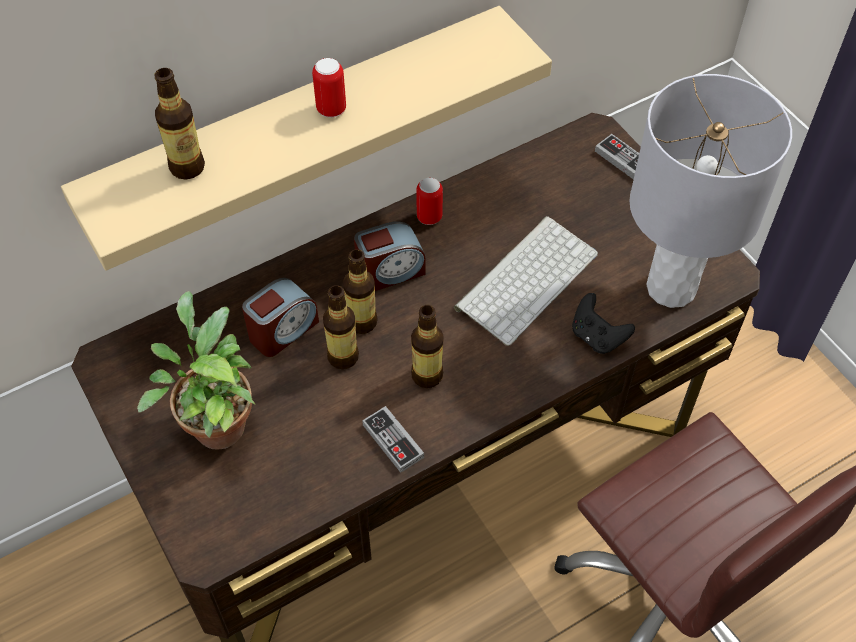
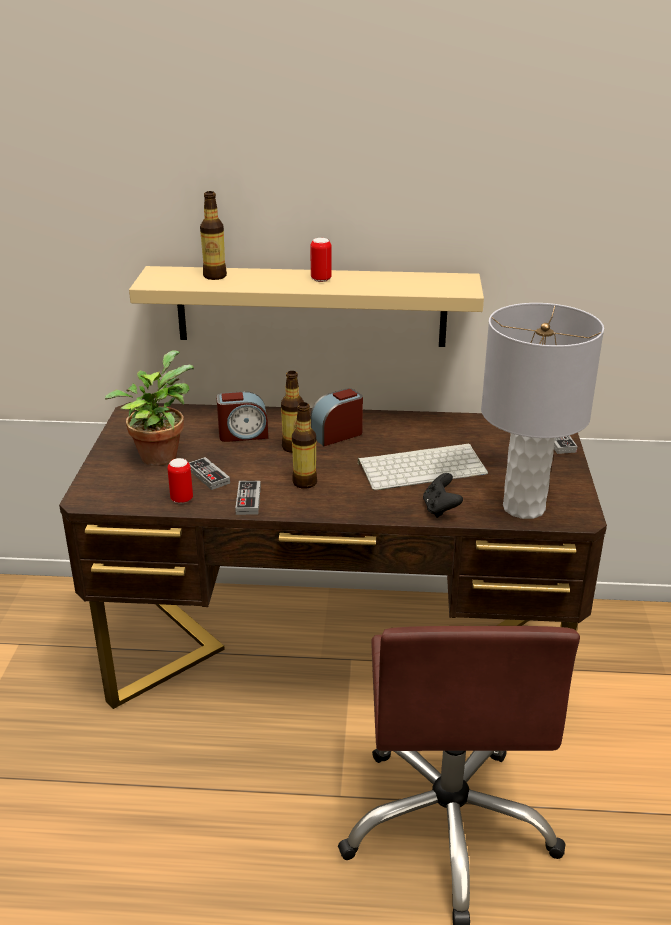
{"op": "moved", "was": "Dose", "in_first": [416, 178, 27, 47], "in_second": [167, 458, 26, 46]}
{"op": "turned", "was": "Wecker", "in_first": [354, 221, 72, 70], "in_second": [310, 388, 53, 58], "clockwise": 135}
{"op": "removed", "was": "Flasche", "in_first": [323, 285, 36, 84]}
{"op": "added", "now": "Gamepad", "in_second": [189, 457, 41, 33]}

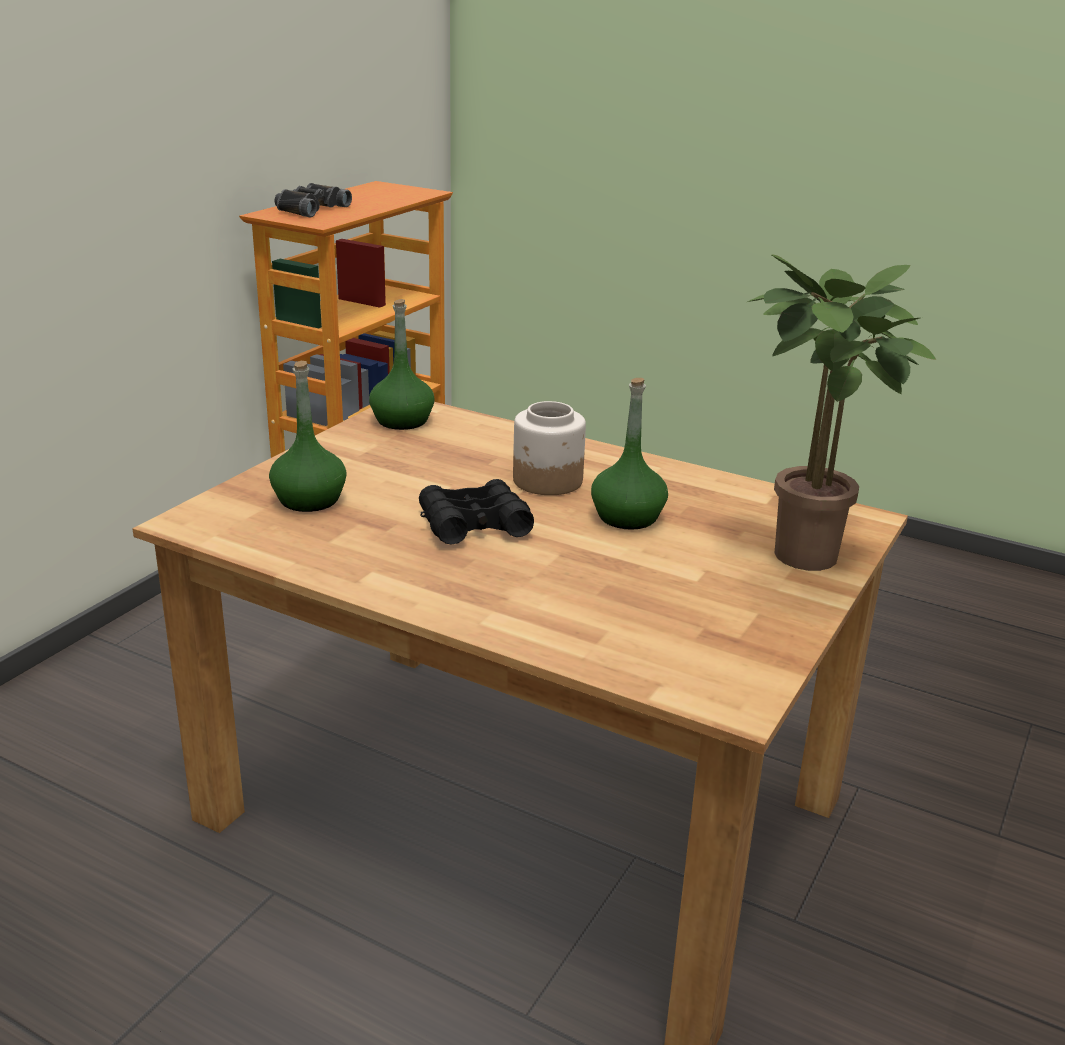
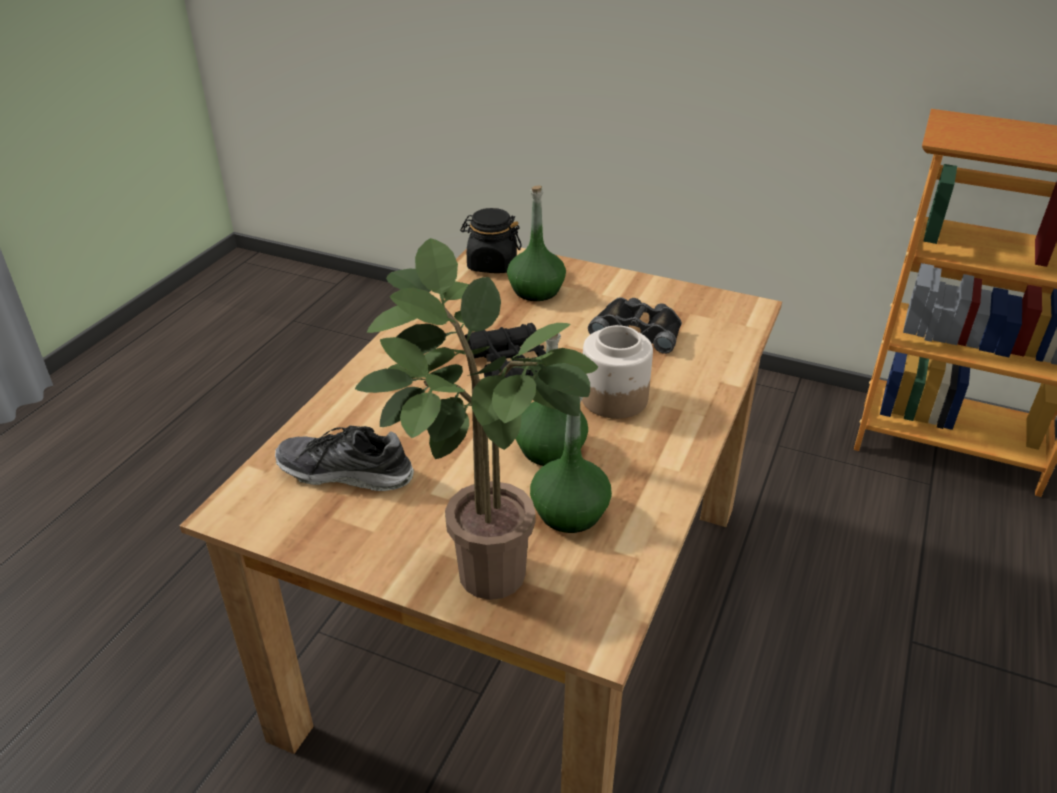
{"op": "moved", "was": "Fernglas [schwarz]", "in_first": [275, 183, 77, 34], "in_second": [588, 297, 94, 57]}
{"op": "moved", "was": "Flasche [grün]", "in_first": [369, 299, 66, 131], "in_second": [530, 397, 82, 136]}
{"op": "added", "now": "Vorratsglas [schwarz]", "in_second": [460, 208, 62, 65]}
{"op": "added", "now": "Schuh", "in_second": [275, 425, 139, 66]}

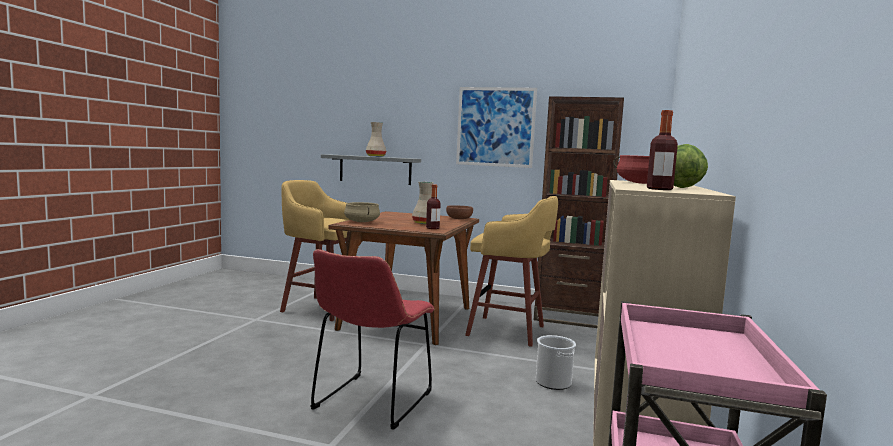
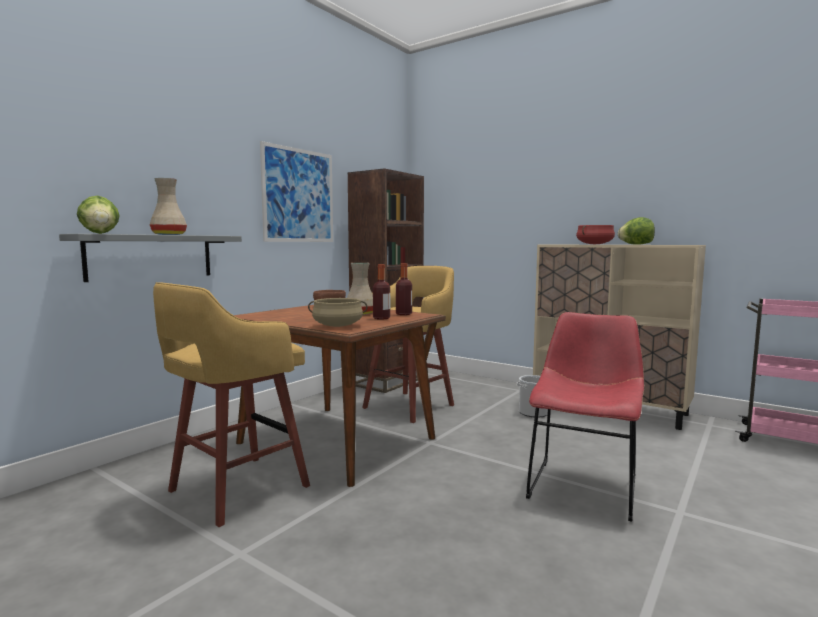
{"op": "moved", "was": "Flasche", "in_first": [647, 110, 31, 80], "in_second": [373, 264, 17, 56]}
{"op": "turned", "was": "Stuhl [rot]", "in_first": [310, 249, 124, 181], "in_second": [526, 312, 118, 210], "clockwise": -105}
{"op": "added", "now": "Salatkopf", "in_second": [77, 196, 43, 38]}

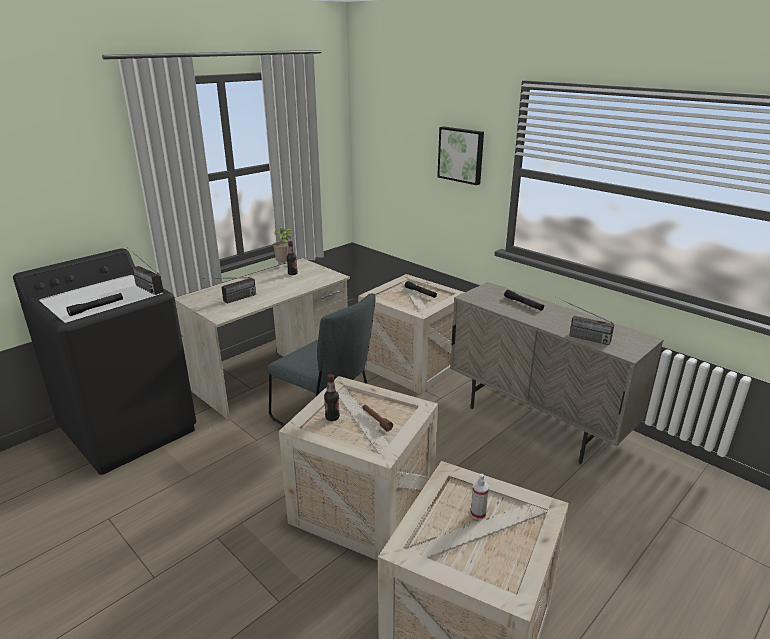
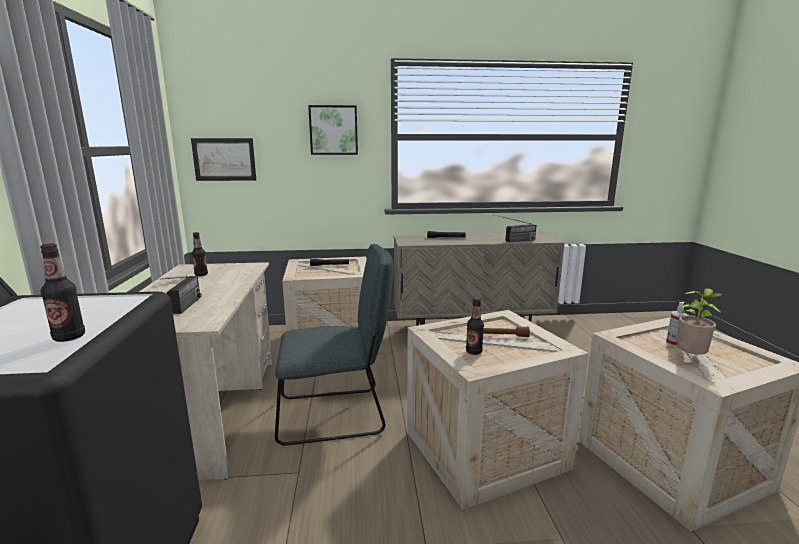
{"op": "moved", "was": "Topfpflanze", "in_first": [273, 227, 20, 37], "in_second": [676, 288, 47, 66]}
{"op": "removed", "was": "Radio", "in_first": [127, 247, 36, 48]}
{"op": "replaced", "was": "Taschenlampe [schwarz]", "now": "Flasche", "in_first": [66, 293, 57, 23], "in_second": [40, 243, 45, 99]}
{"op": "added", "now": "Bild", "in_second": [191, 138, 65, 43]}

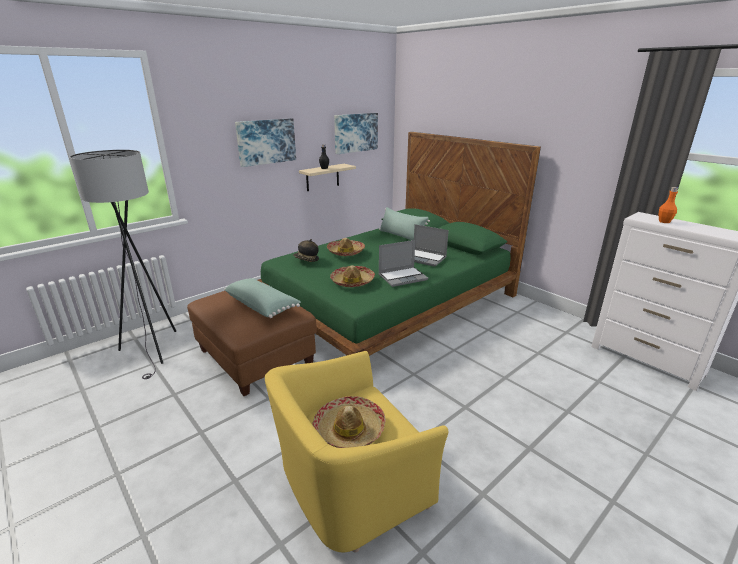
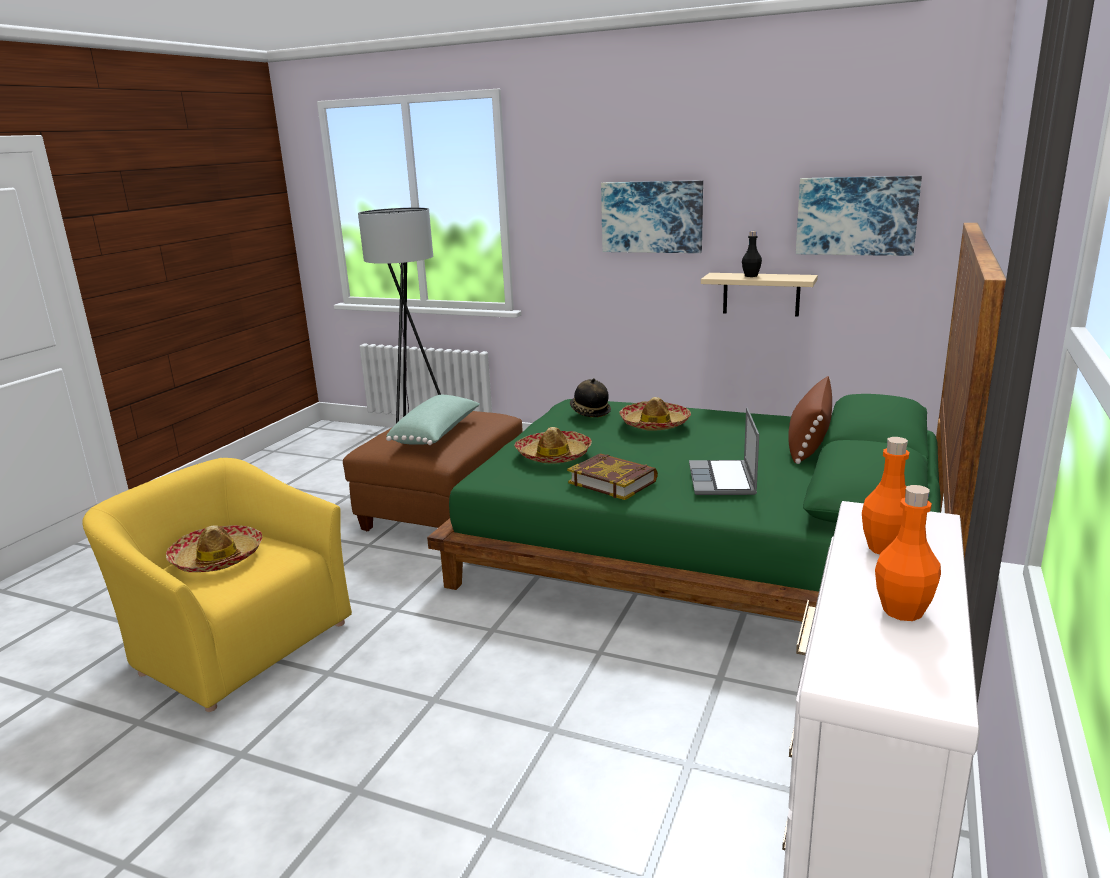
{"op": "recoloured", "was": "Kissen [grün]", "now": "Kissen [braun]", "in_first": [379, 207, 51, 33], "in_second": [788, 376, 44, 88]}
{"op": "replaced", "was": "Laptop", "now": "Buch", "in_first": [379, 240, 49, 47], "in_second": [567, 453, 91, 47]}
{"op": "added", "now": "Flasche [orange]", "in_second": [875, 485, 66, 136]}

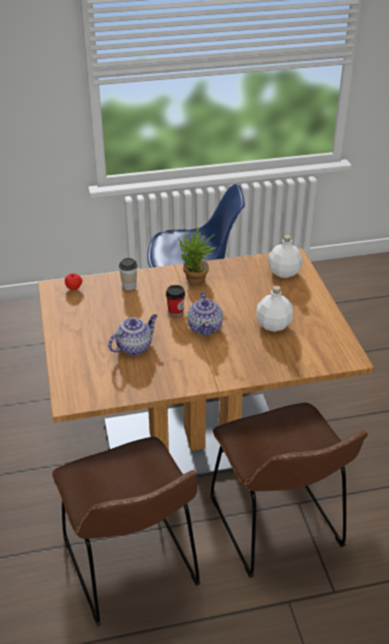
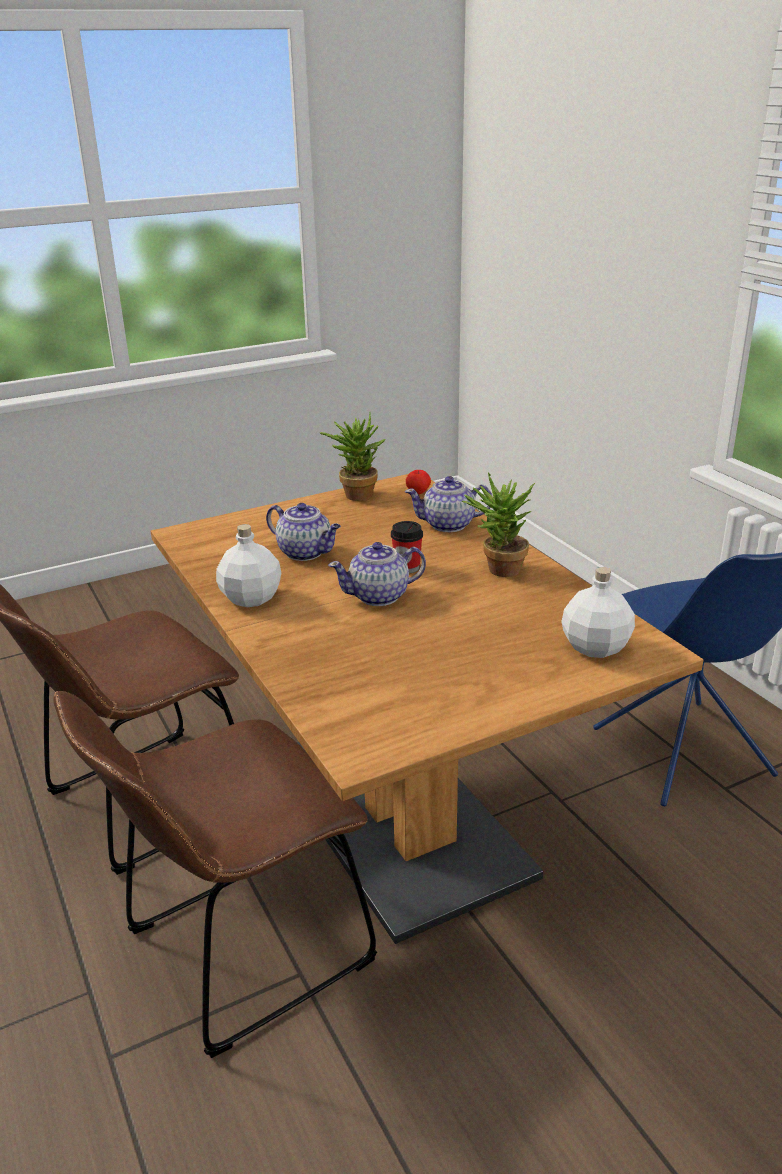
{"op": "replaced", "was": "Tasse", "now": "Teekanne", "in_first": [119, 258, 18, 32], "in_second": [405, 476, 87, 56]}
{"op": "moved", "was": "Flasche [weiß]", "in_first": [256, 286, 37, 46], "in_second": [216, 524, 65, 83]}
{"op": "added", "now": "Topfpflanze", "in_second": [320, 413, 65, 88]}

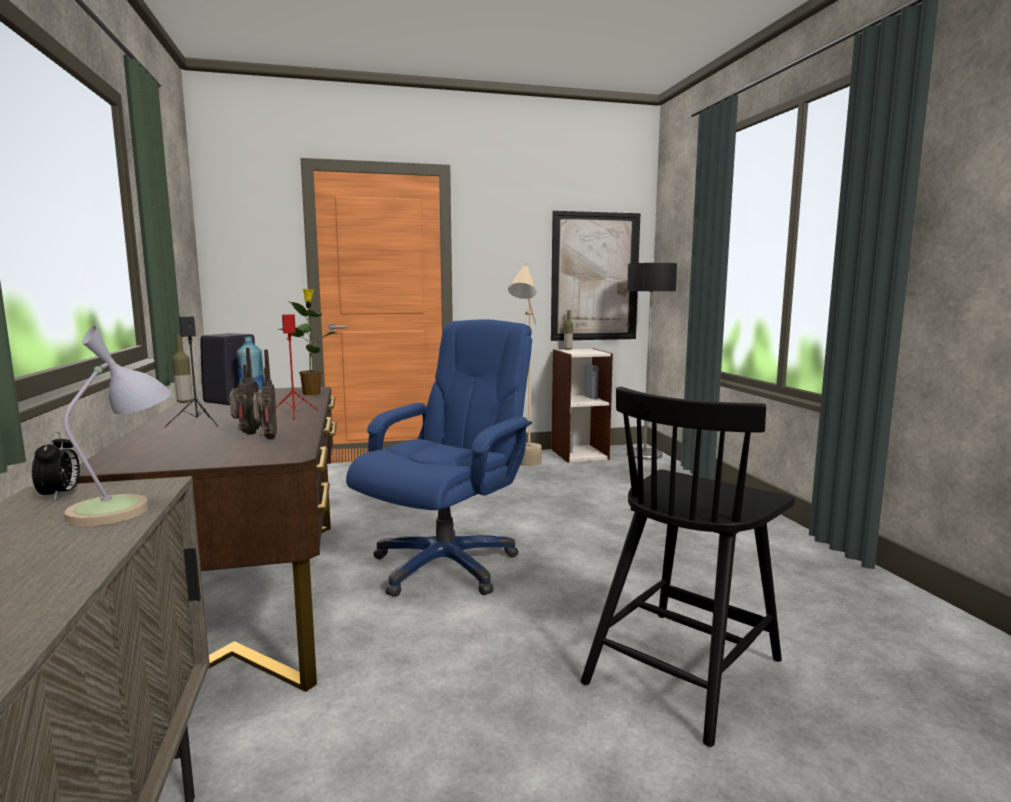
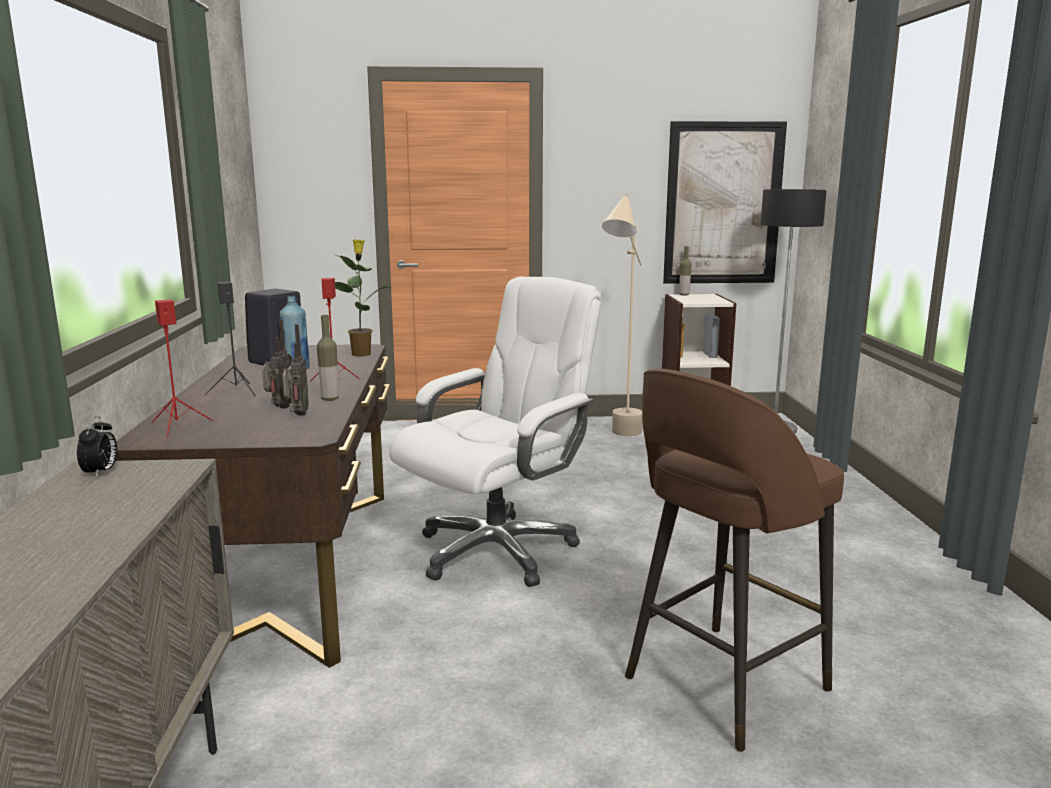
{"op": "recoloured", "was": "Bürostuhl [blau]", "now": "Bürostuhl [weiß]", "in_first": [346, 319, 186, 278], "in_second": [389, 277, 212, 310]}
{"op": "removed", "was": "Tischlampe", "in_first": [64, 325, 107, 201]}
{"op": "moved", "was": "Flasche", "in_first": [172, 335, 20, 68], "in_second": [317, 315, 22, 86]}
{"op": "replaced", "was": "Stuhl [schwarz]", "now": "Hocker [braun]", "in_first": [581, 387, 214, 360], "in_second": [625, 369, 219, 383]}
{"op": "added", "now": "Lautsprecher [rot]", "in_second": [151, 300, 62, 138]}

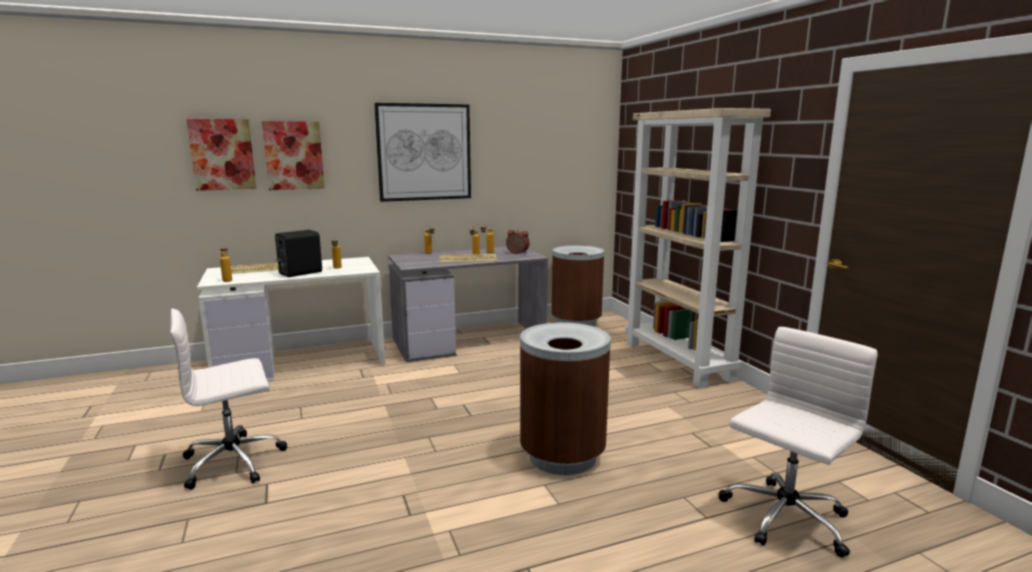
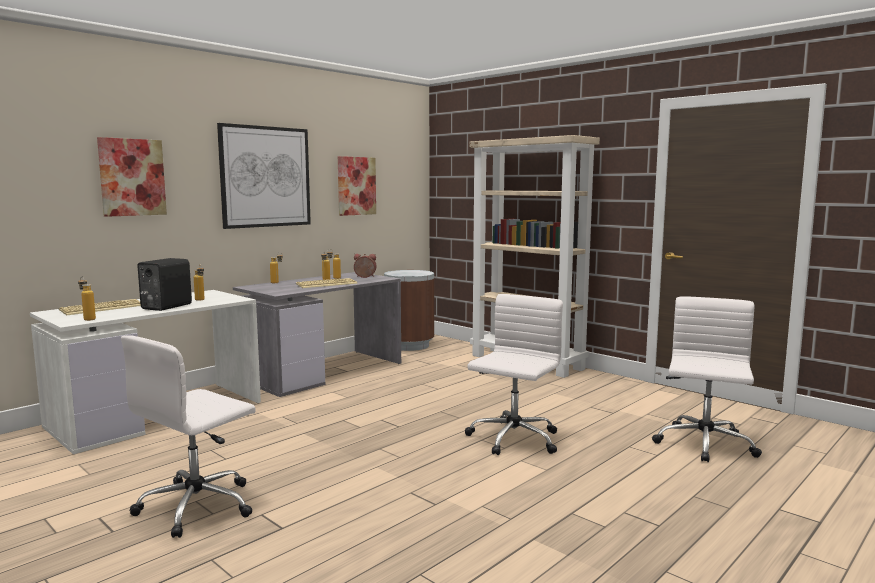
{"op": "moved", "was": "Bild", "in_first": [187, 119, 69, 72], "in_second": [338, 156, 38, 60]}
{"op": "replaced", "was": "Mülleimer [braun]", "now": "Bürostuhl [weiß]", "in_first": [520, 322, 91, 153], "in_second": [465, 294, 98, 161]}

